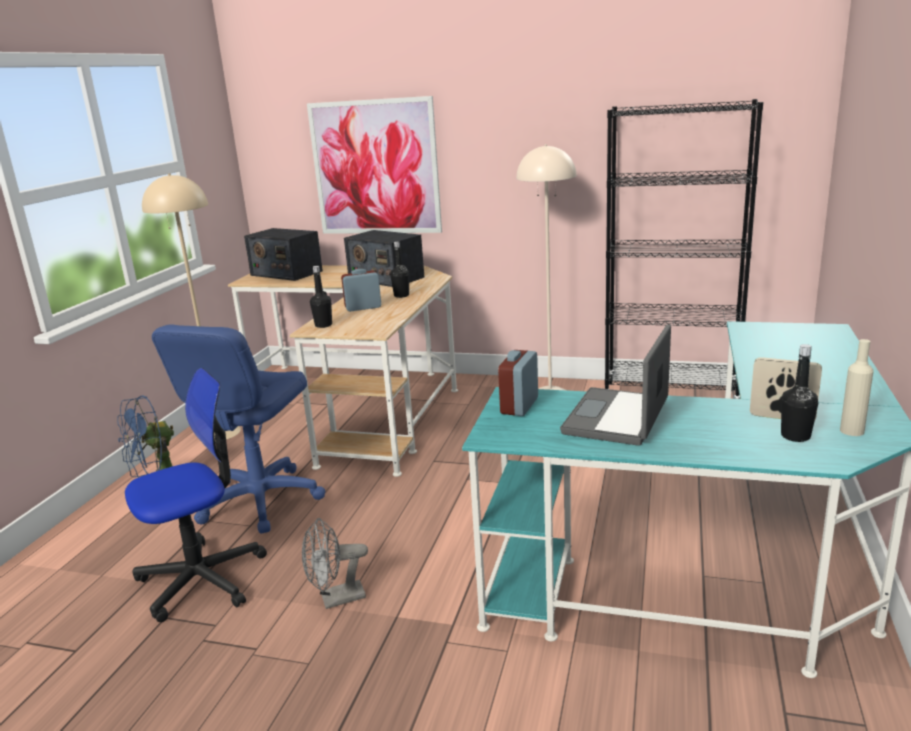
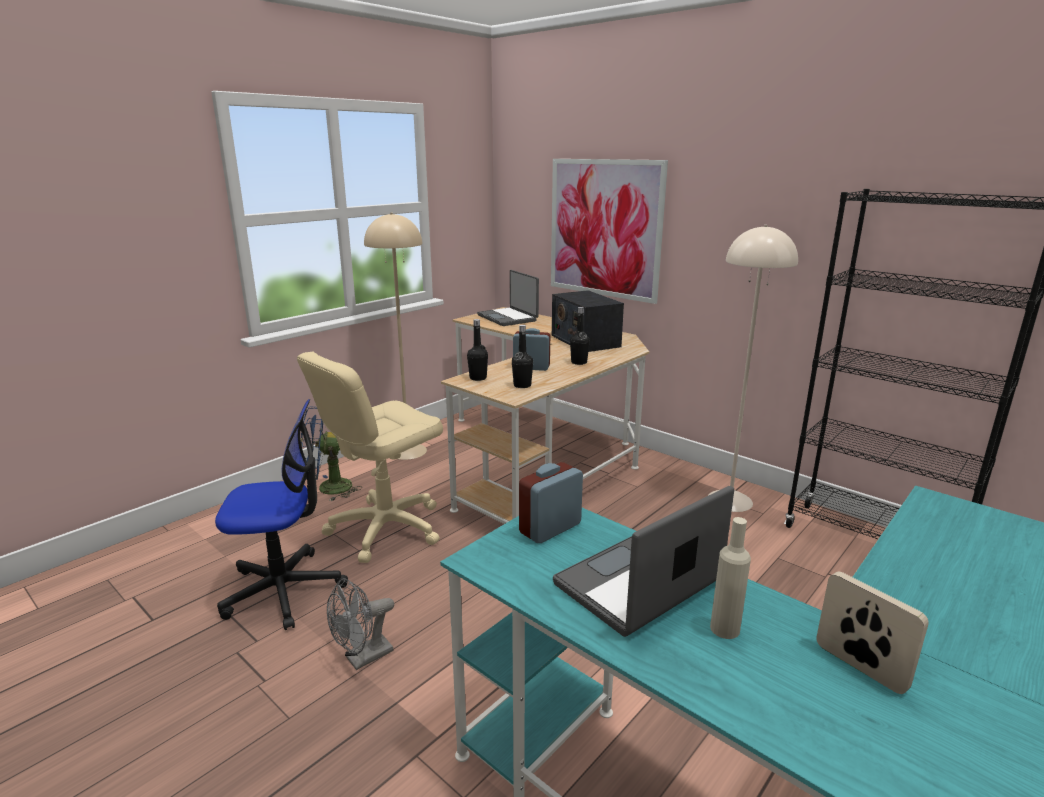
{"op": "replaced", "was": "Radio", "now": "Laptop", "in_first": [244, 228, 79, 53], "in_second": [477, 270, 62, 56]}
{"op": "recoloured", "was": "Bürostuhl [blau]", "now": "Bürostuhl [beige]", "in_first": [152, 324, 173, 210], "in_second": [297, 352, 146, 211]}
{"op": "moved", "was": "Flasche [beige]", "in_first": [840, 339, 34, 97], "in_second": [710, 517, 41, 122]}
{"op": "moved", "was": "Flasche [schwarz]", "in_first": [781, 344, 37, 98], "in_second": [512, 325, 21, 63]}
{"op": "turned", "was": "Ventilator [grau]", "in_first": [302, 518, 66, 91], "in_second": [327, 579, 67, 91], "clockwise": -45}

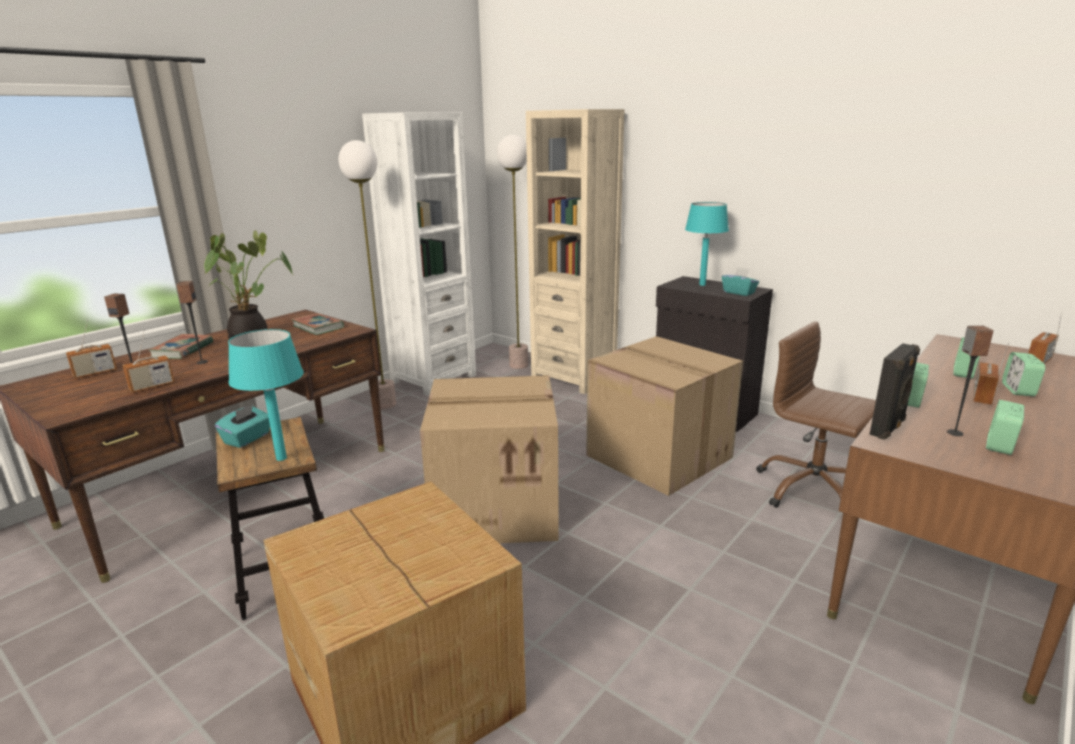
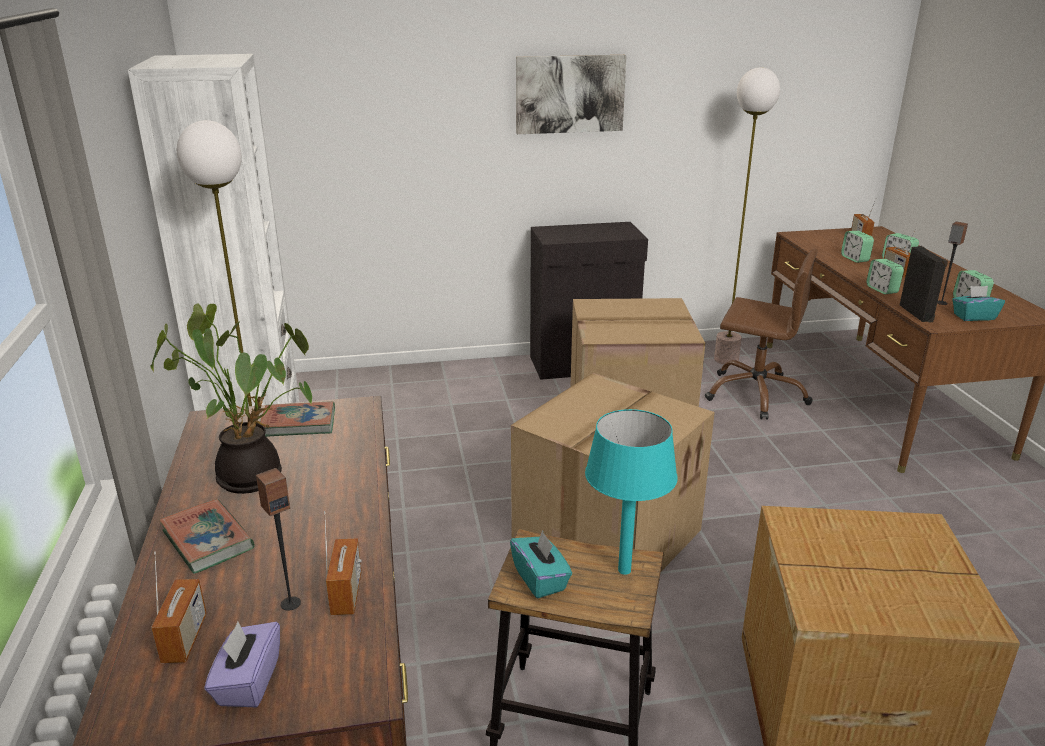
{"op": "removed", "was": "Bücherregal [beige]", "in_first": [526, 109, 99, 285]}
{"op": "moved", "was": "Stehlampe", "in_first": [497, 135, 31, 234], "in_second": [714, 67, 66, 297]}
{"op": "removed", "was": "Tischlampe [türkis]", "in_first": [685, 202, 44, 84]}
{"op": "moved", "was": "Taschentuchbox [türkis]", "in_first": [722, 267, 37, 29], "in_second": [952, 286, 53, 35]}
{"op": "removed", "was": "Lautsprecher", "in_first": [176, 281, 32, 83]}
{"op": "turned", "was": "Bürostuhl [braun]", "in_first": [757, 321, 119, 187], "in_second": [705, 249, 113, 171], "clockwise": -150}
{"op": "added", "now": "Bild", "in_second": [516, 55, 111, 79]}
{"op": "added", "now": "Taschentuchbox [lila]", "in_second": [204, 622, 76, 85]}

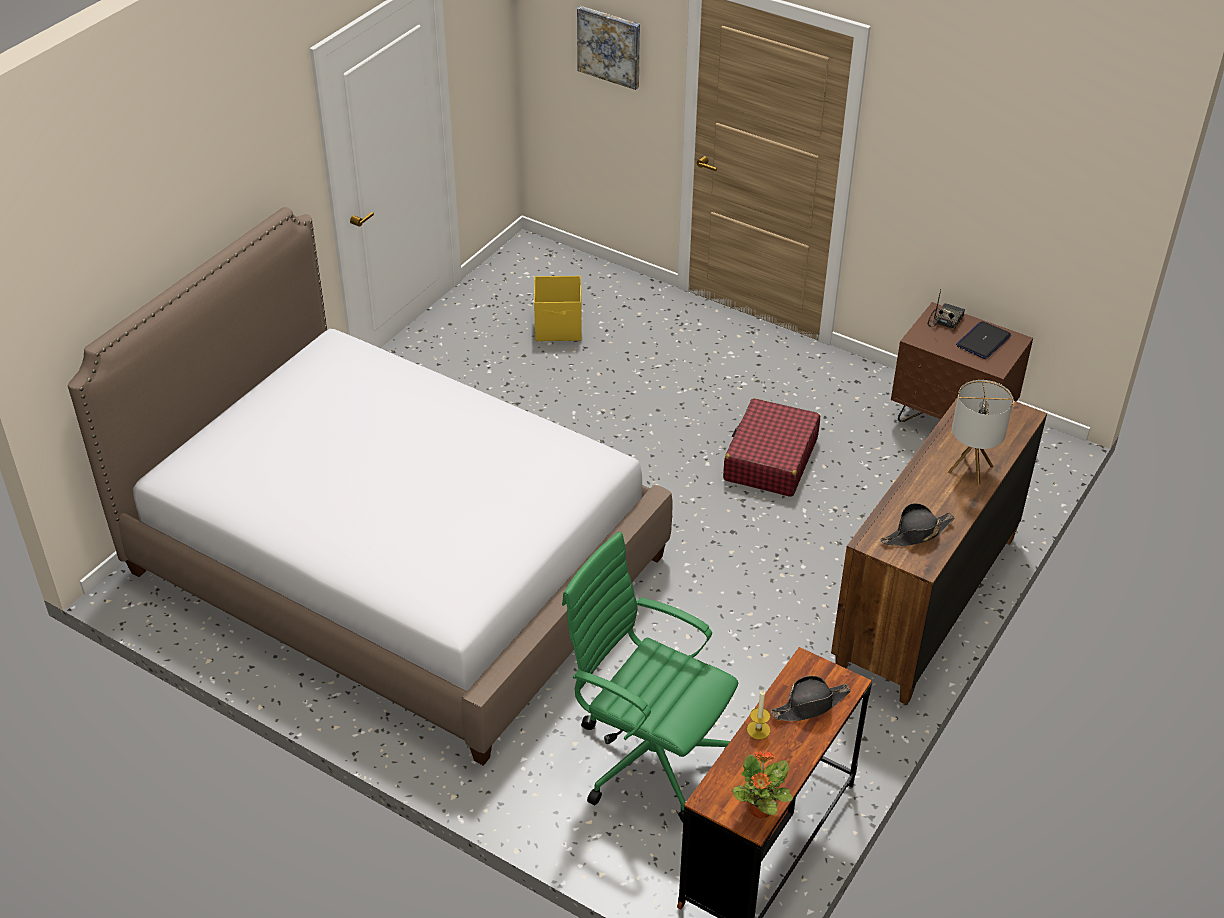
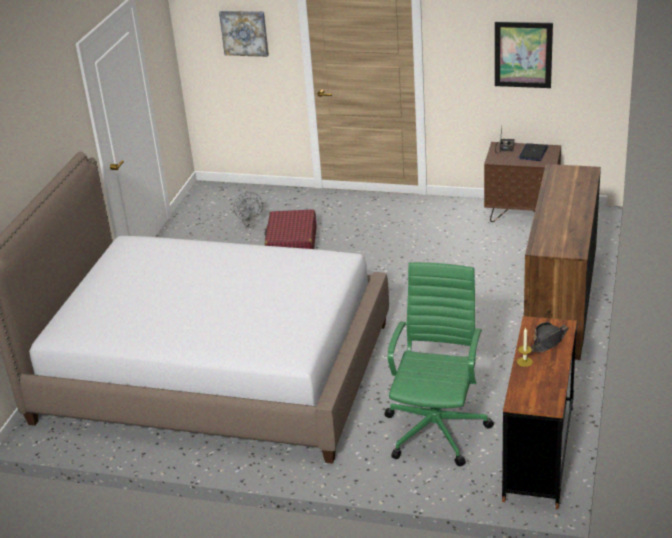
{"op": "replaced", "was": "Aufbewahrungsbox [gelb]", "now": "Ventilator [grau]", "in_first": [534, 276, 48, 65], "in_second": [234, 192, 29, 36]}
{"op": "removed", "was": "Tischlampe", "in_first": [948, 380, 65, 106]}
{"op": "moved", "was": "Koffer [rot]", "in_first": [723, 398, 97, 99], "in_second": [264, 209, 53, 40]}
{"op": "removed", "was": "Hut [schwarz]", "in_first": [880, 503, 75, 43]}
{"op": "turned", "was": "Bürostuhl [grün]", "in_first": [562, 532, 176, 290], "in_second": [384, 262, 110, 204], "clockwise": 90}
{"op": "removed", "was": "Topfpflanze", "in_first": [732, 751, 61, 68]}
{"op": "added", "now": "Bild", "in_second": [495, 21, 58, 67]}

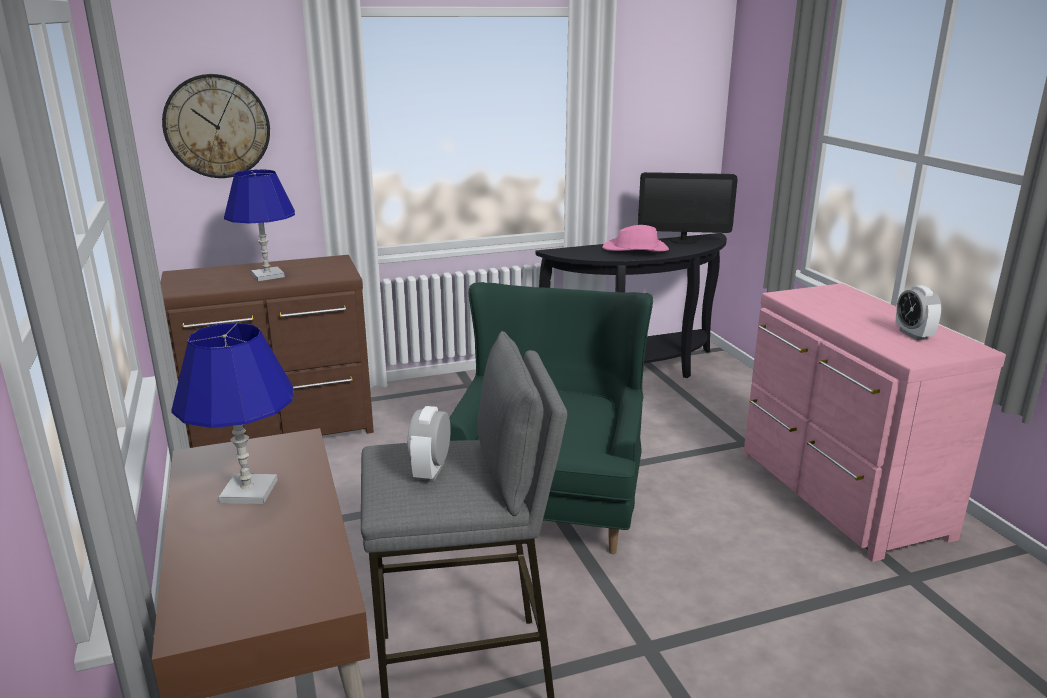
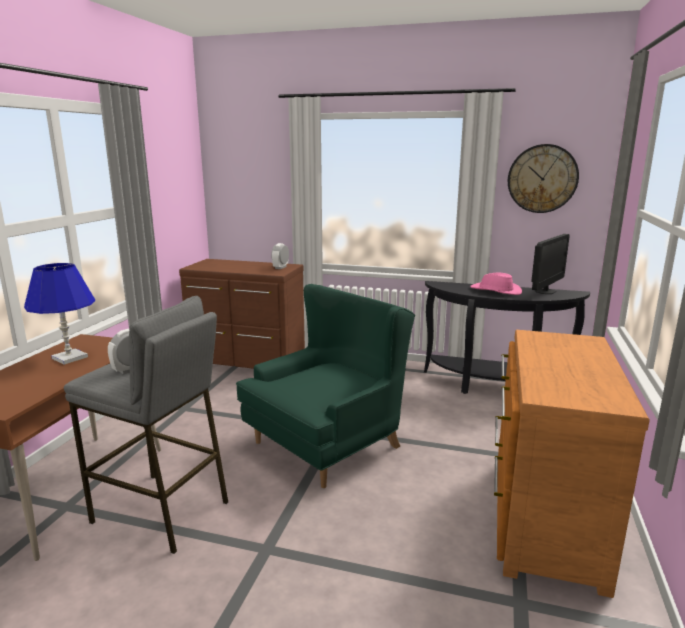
{"op": "moved", "was": "Wanduhr", "in_first": [162, 74, 108, 104], "in_second": [508, 144, 71, 69]}
{"op": "removed", "was": "Tischlampe [blau]", "in_first": [224, 169, 71, 112]}
{"op": "turned", "was": "Monitor", "in_first": [638, 172, 100, 72], "in_second": [531, 234, 39, 60], "clockwise": -90}
{"op": "recoloured", "was": "Kommode [rosa]", "now": "Kommode [braun]", "in_first": [744, 283, 262, 279], "in_second": [494, 330, 156, 268]}
{"op": "moved", "was": "Wecker", "in_first": [895, 285, 47, 55], "in_second": [271, 243, 18, 26]}

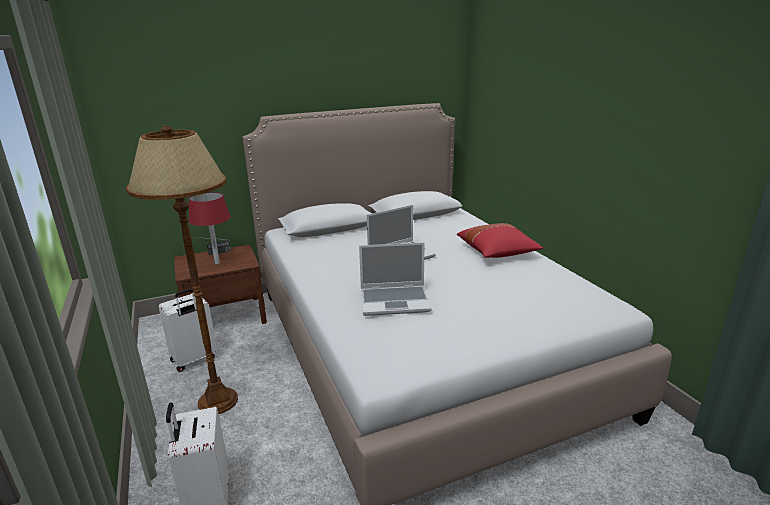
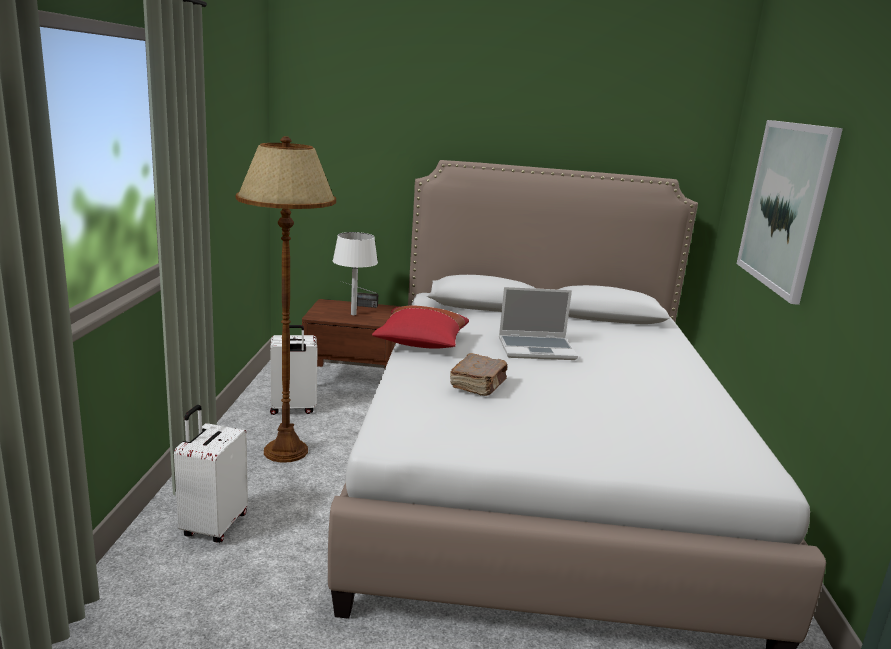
{"op": "recoloured", "was": "Tischlampe [rot]", "now": "Tischlampe [weiß]", "in_first": [189, 192, 41, 72], "in_second": [333, 232, 45, 83]}
{"op": "moved", "was": "Kissen [rot]", "in_first": [457, 223, 86, 35], "in_second": [372, 305, 97, 44]}
{"op": "replaced", "was": "Laptop", "now": "Buch [braun]", "in_first": [359, 242, 72, 74], "in_second": [450, 353, 57, 43]}
{"op": "added", "now": "Bild", "in_second": [737, 120, 106, 185]}

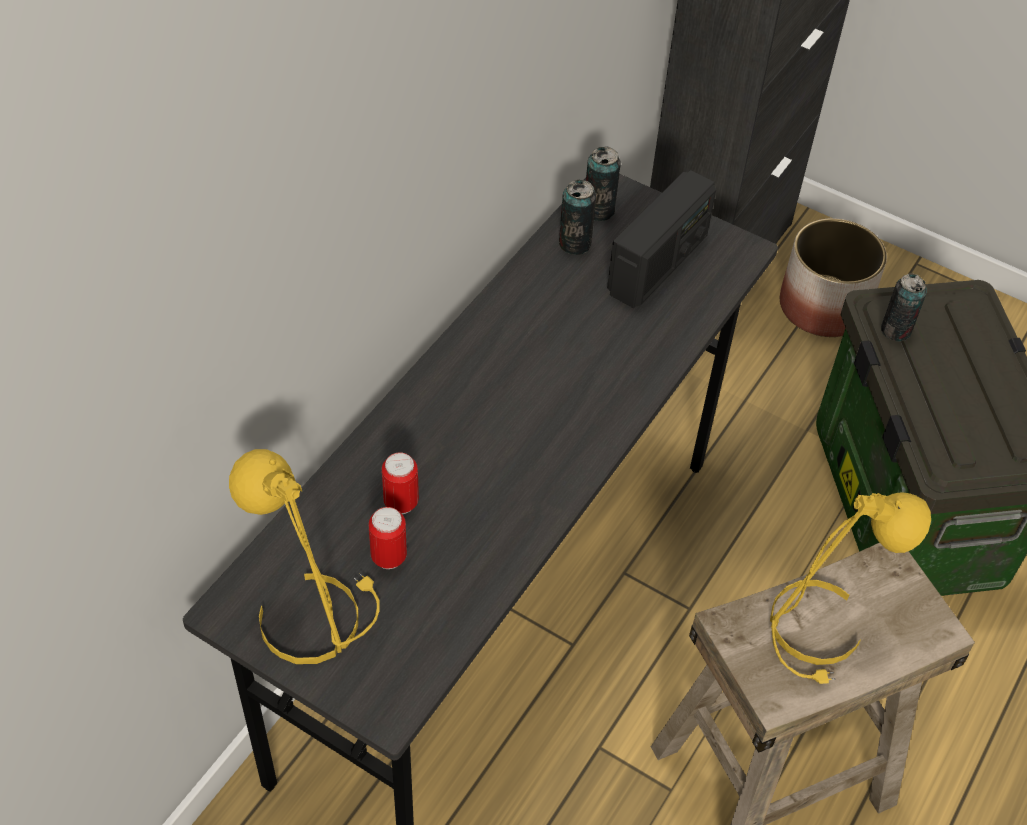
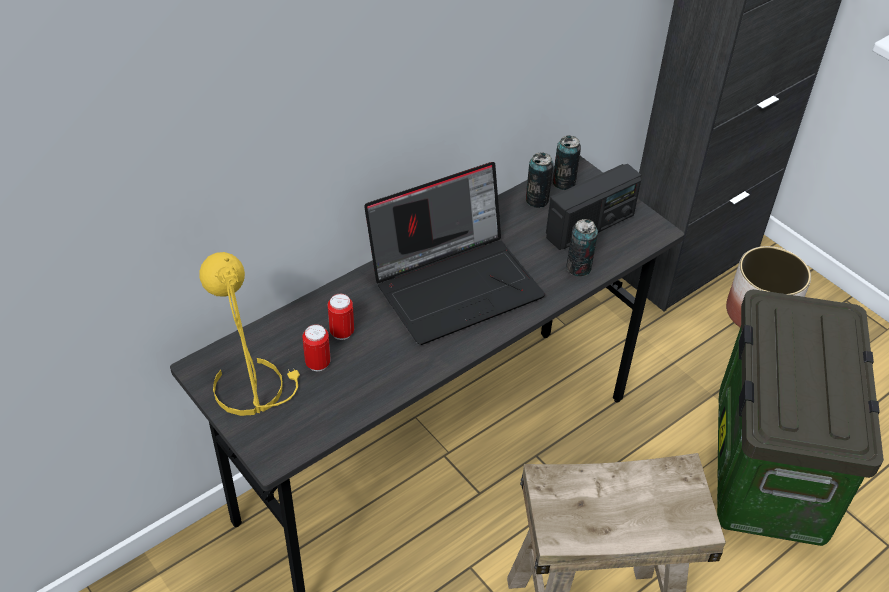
{"op": "moved", "was": "Dose", "in_first": [881, 273, 46, 68], "in_second": [566, 219, 32, 58]}
{"op": "removed", "was": "Tischlampe [gelb]", "in_first": [770, 492, 161, 192]}
{"op": "added", "now": "Laptop", "in_second": [364, 162, 181, 183]}

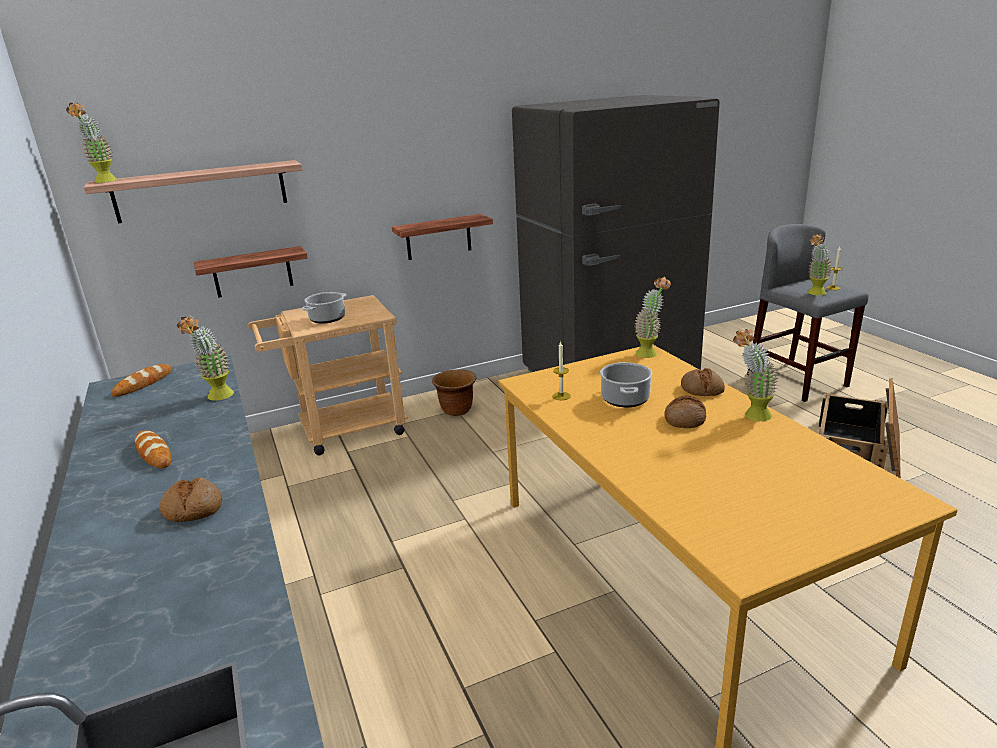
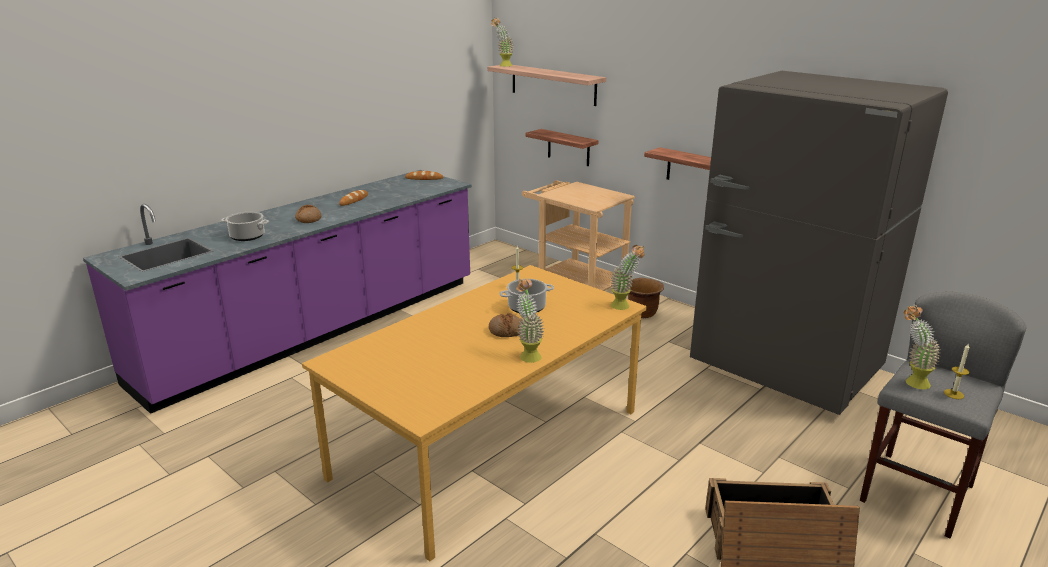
{"op": "moved", "was": "Kochtopf", "in_first": [302, 292, 45, 32], "in_second": [221, 212, 48, 29]}
{"op": "removed", "was": "Topfpflanze", "in_first": [177, 315, 57, 86]}
{"op": "removed", "was": "Brot", "in_first": [681, 368, 44, 28]}

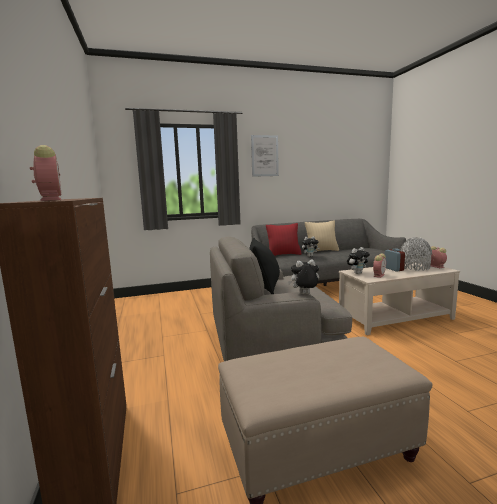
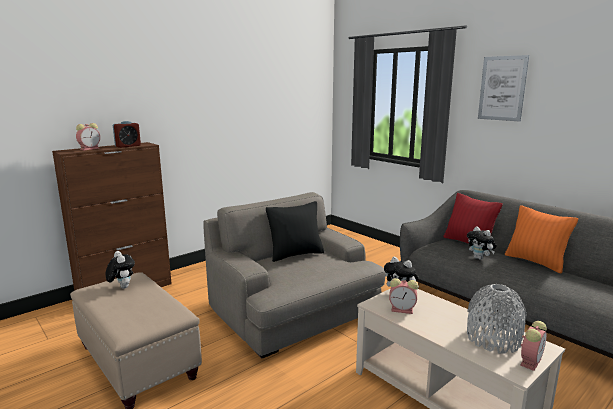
{"op": "recoloured", "was": "Kissen [beige]", "now": "Kissen [orange]", "in_first": [305, 220, 34, 31], "in_second": [505, 205, 73, 68]}
{"op": "moved", "was": "Wecker", "in_first": [385, 248, 20, 24], "in_second": [113, 121, 28, 27]}
{"op": "moved", "was": "Plüschtier", "in_first": [288, 259, 31, 35], "in_second": [106, 251, 29, 38]}

